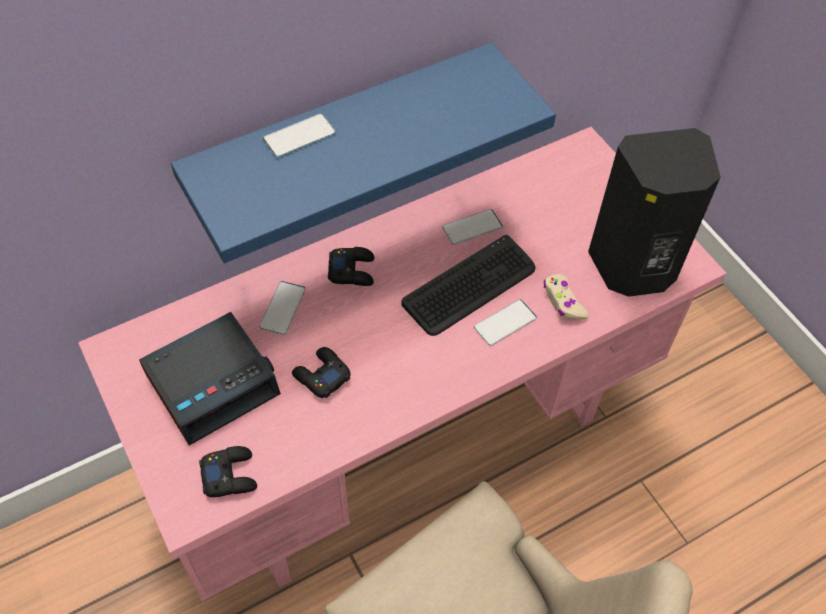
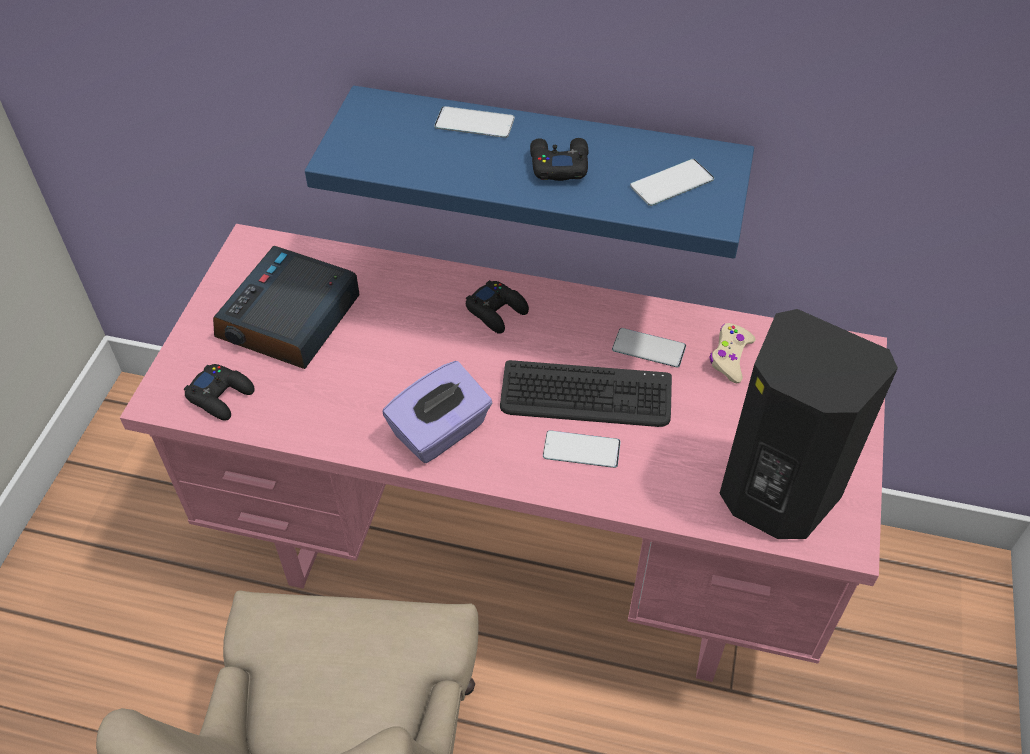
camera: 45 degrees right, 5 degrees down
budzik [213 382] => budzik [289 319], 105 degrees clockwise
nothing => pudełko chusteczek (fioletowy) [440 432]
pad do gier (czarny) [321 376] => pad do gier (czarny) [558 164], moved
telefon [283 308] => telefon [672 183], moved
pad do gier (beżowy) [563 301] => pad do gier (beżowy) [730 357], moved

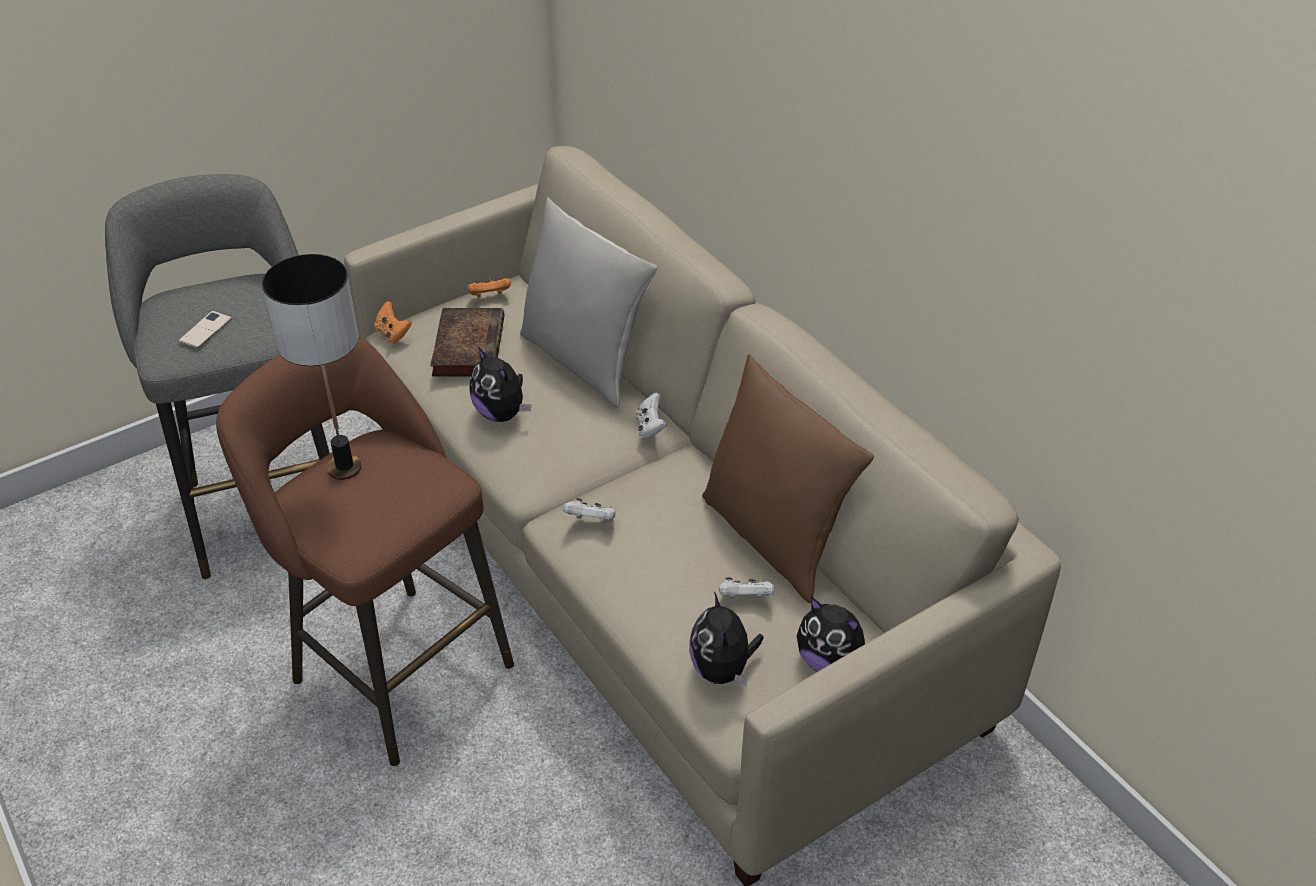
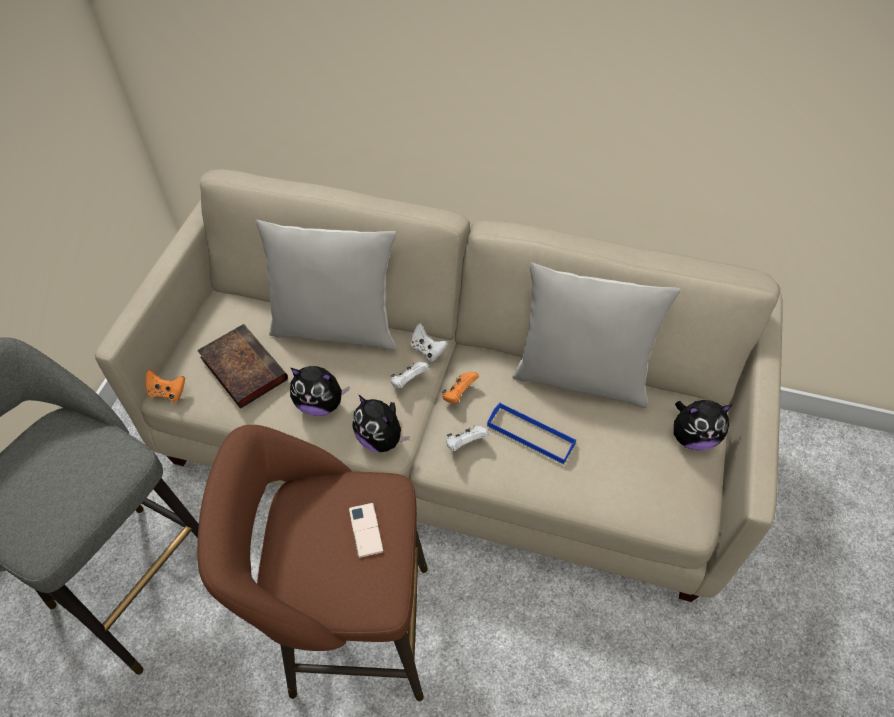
camera: 40 degrees left, 10 degrees up
telefon [205 330] => telefon [365 530], moved
pluszak [722 669] => pluszak [381 439], moved
pad do gier (biały) [745 598] => pad do gier (biały) [408 381], moved
pad do gier (pomarańczowy) [489 296] => pad do gier (pomarańczowy) [459 394], moved
nothing => taca (niebieski) [530 434]
poduszka (brązowy) [774 537] => poduszka (szary) [581 377]
lampa stołowa [345 468] => nothing

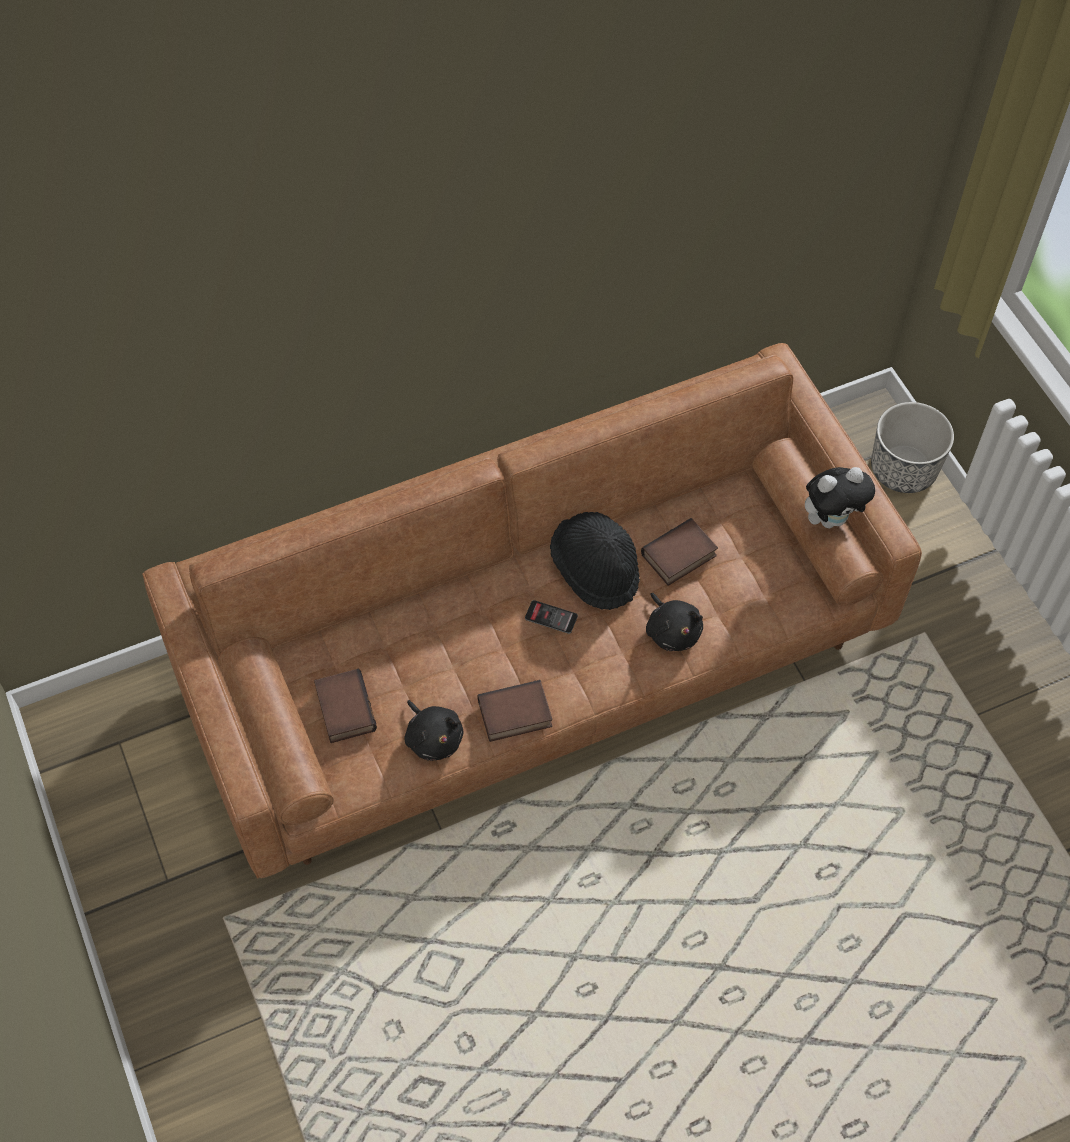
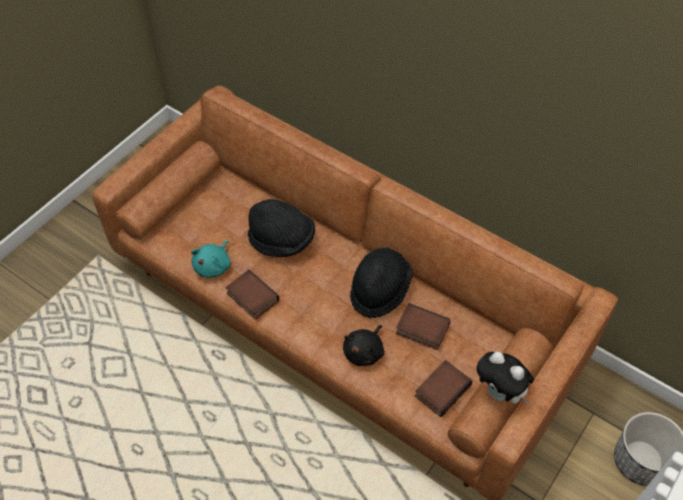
camera: 60 degrees right, 5 degrees down
pluszak (czarny) [433 738] => pluszak (turkusowy) [214 266]
nothing => kapelusz (czarny) [282 241]
książka [343 708] => książka [442 389], moved
telefon [551 617] => nothing

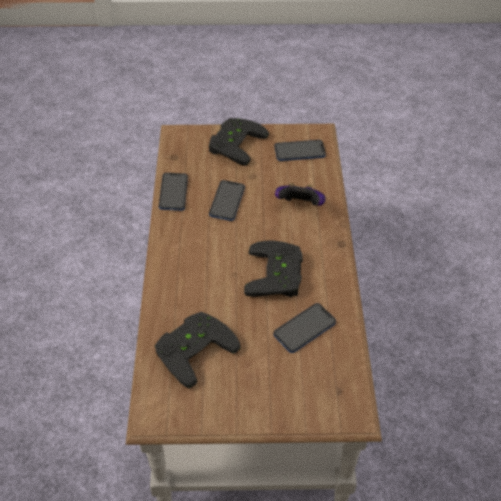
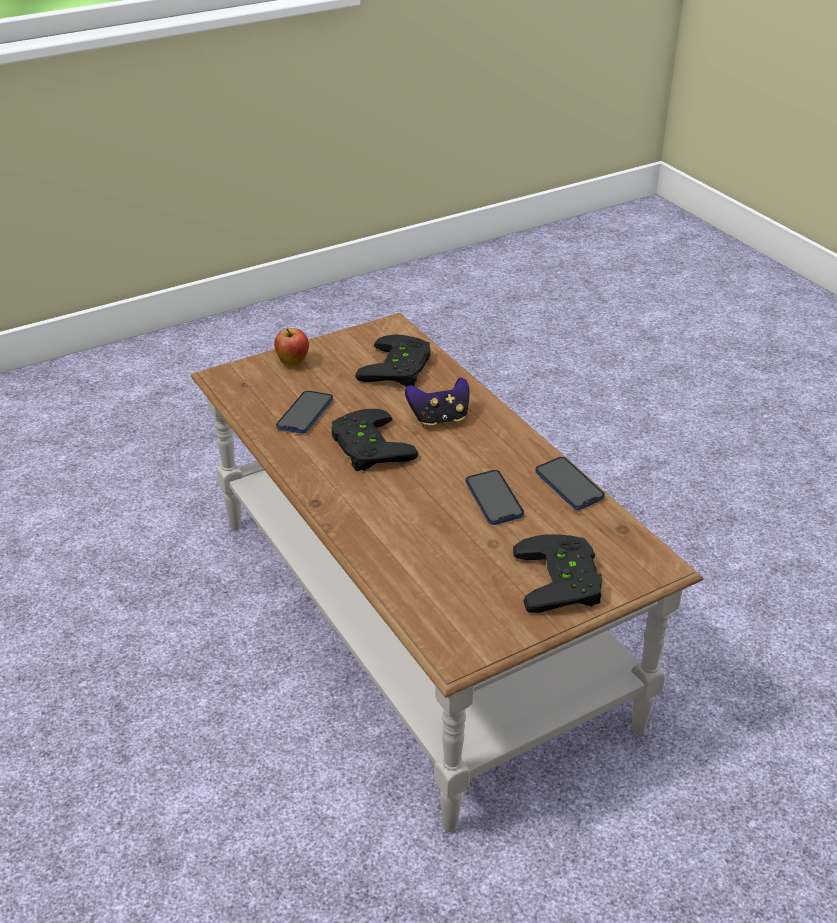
camera: 150 degrees right, 10 degrees down
nothing => jabłko [292 363]
pad do gier [300 206] => pad do gier [439 419], moved
telefon [299 152] => nothing

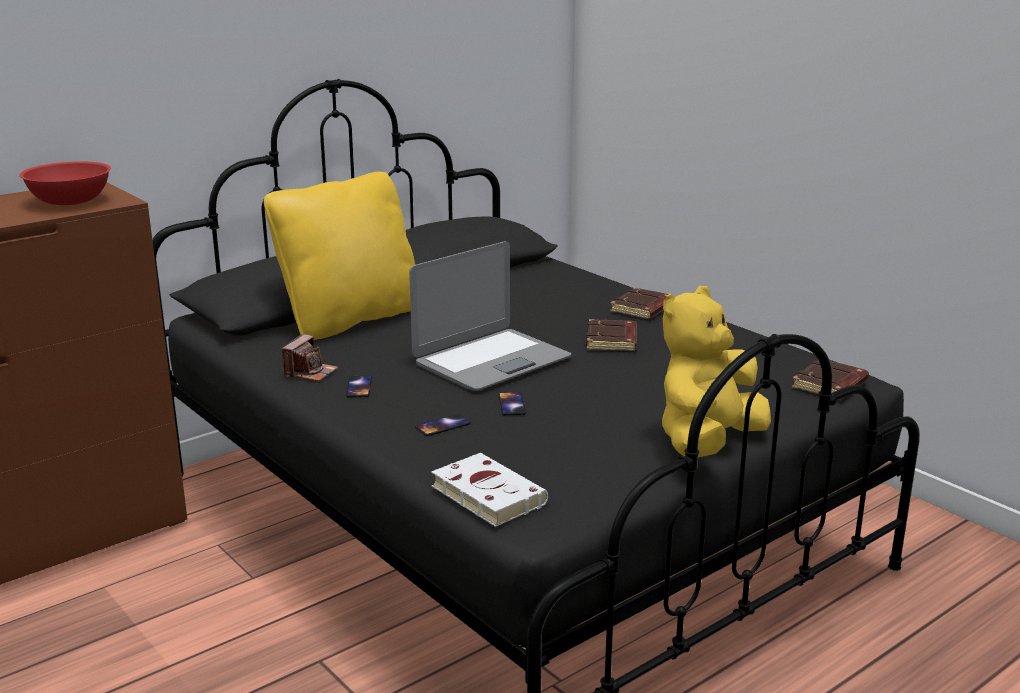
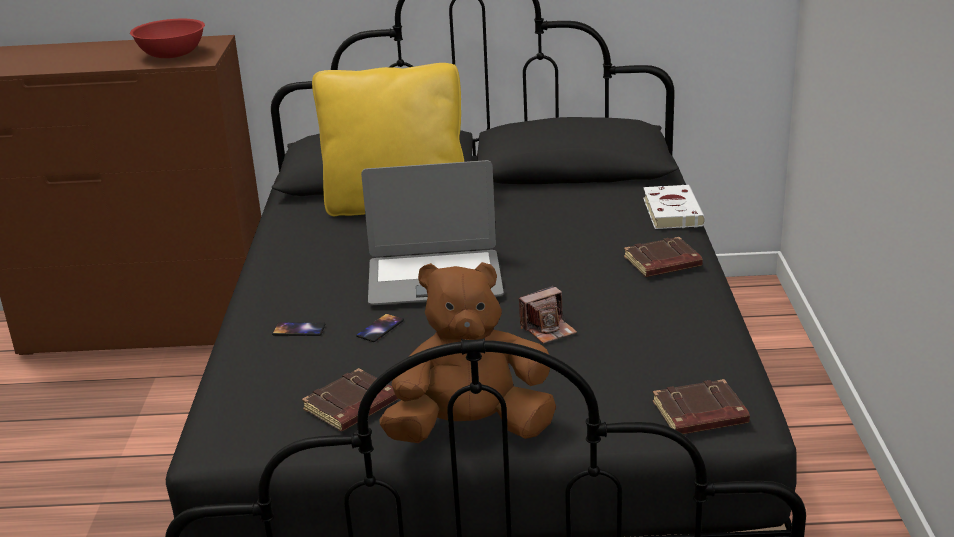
camera: 40 degrees right, 5 degrees up
książka (brązowy) [612 341] => książka (brązowy) [351 407], moved
pluszak (żółty) [707 442] => pluszak (brązowy) [471 429]
aparat fotograficzny [310 372] => aparat fotograficzny [548 329], moved
książka (biały) [485 494] => książka (biały) [671 211], moved
telefon [359 387] => nothing

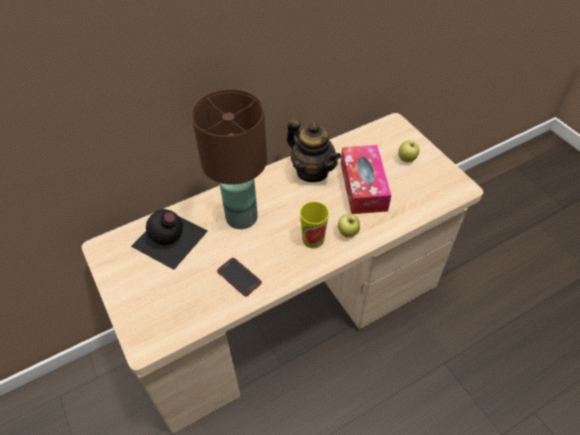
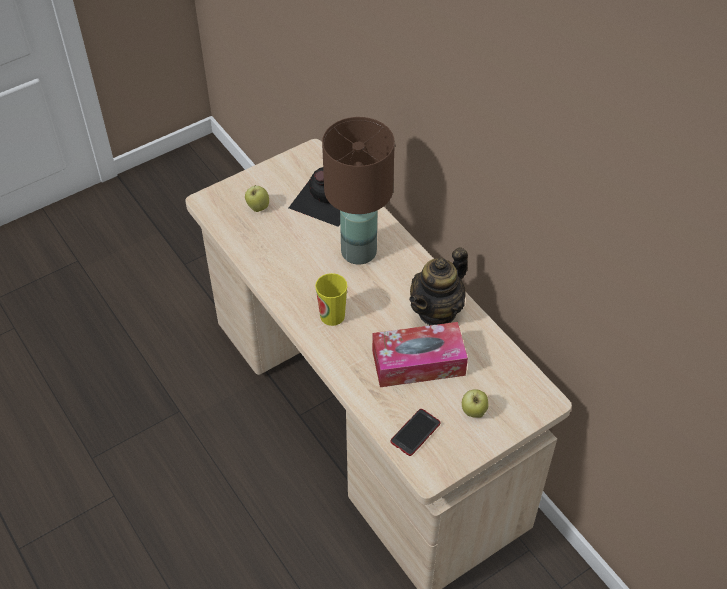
camera: 85 degrees right, 0 degrees up
jabłko [347 233] => jabłko [257 207], moved
telefon [239 277] => telefon [415 433], moved

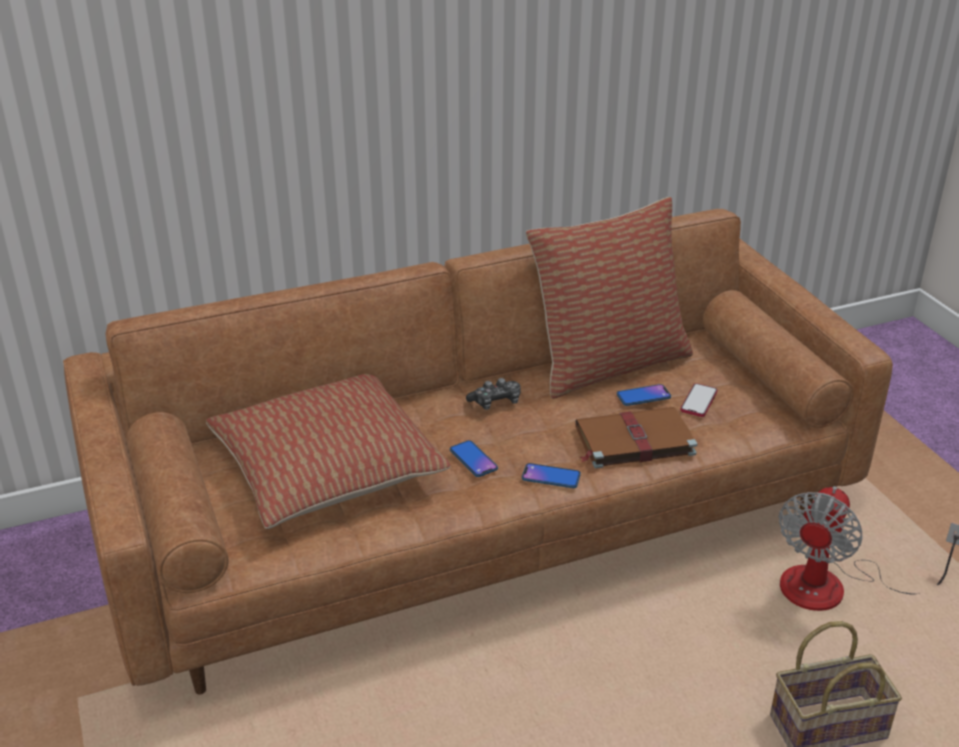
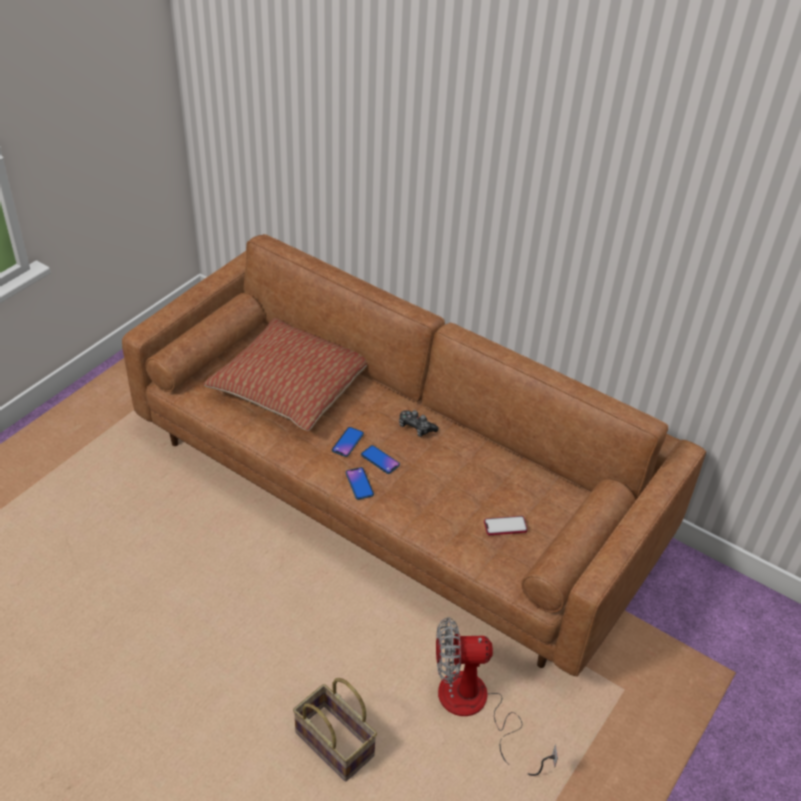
camera: 55 degrees right, 10 degrees up
telefon [643 396] => telefon [380 460], moved
poduszka [608 363] => nothing
książka (brązowy) [632 441] => nothing

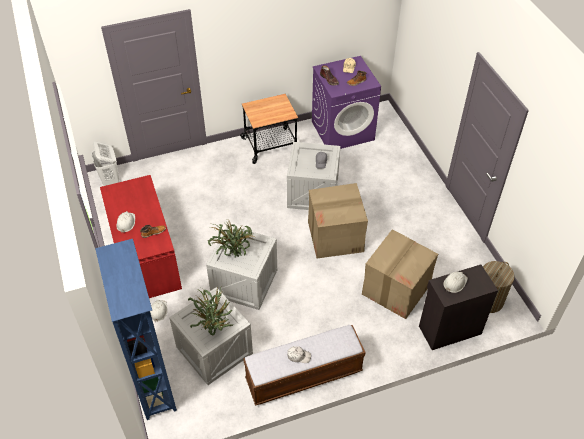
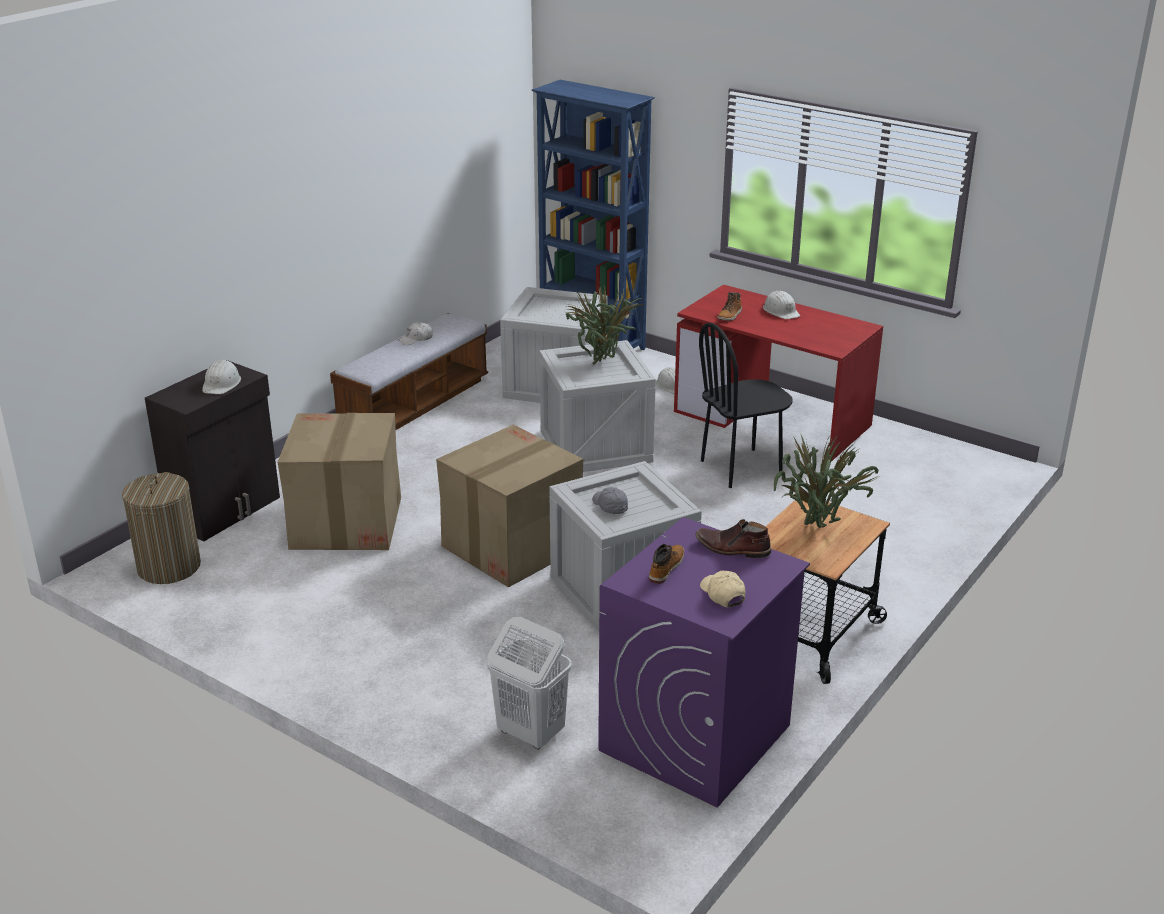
camera: 145 degrees right, 20 degrees down
kosz na pranie (biały) [110 180] => kosz na pranie (biały) [530 733], moved
nothing => krzesło (czarny) [741 467]
roślina doniczkowa [214 328] => roślina doniczkowa [817 531], moved

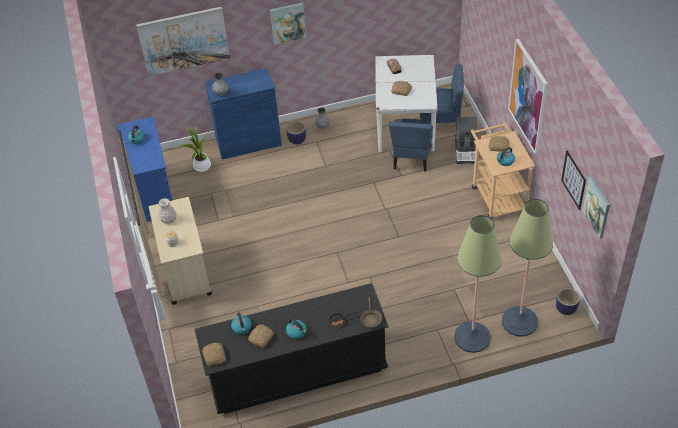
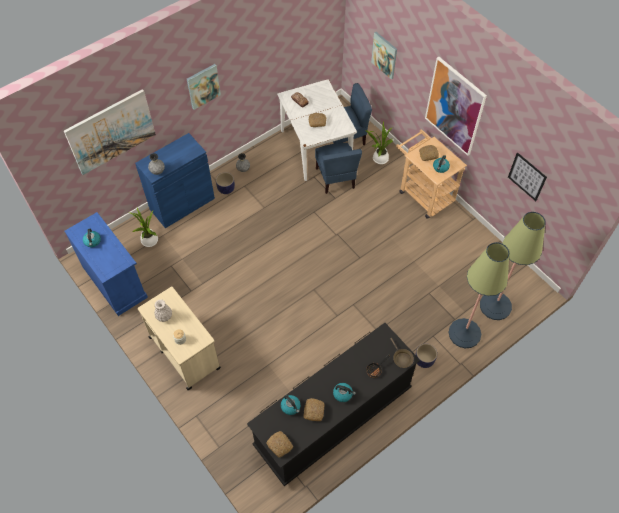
camera: 25 degrees left, 10 degrees up
ekspres do kawy [466 151] => roślina doniczkowa [379 159]
obraz [597 207] => obraz [384 55], moved
donica [566 308] => donica [424 360], moved

